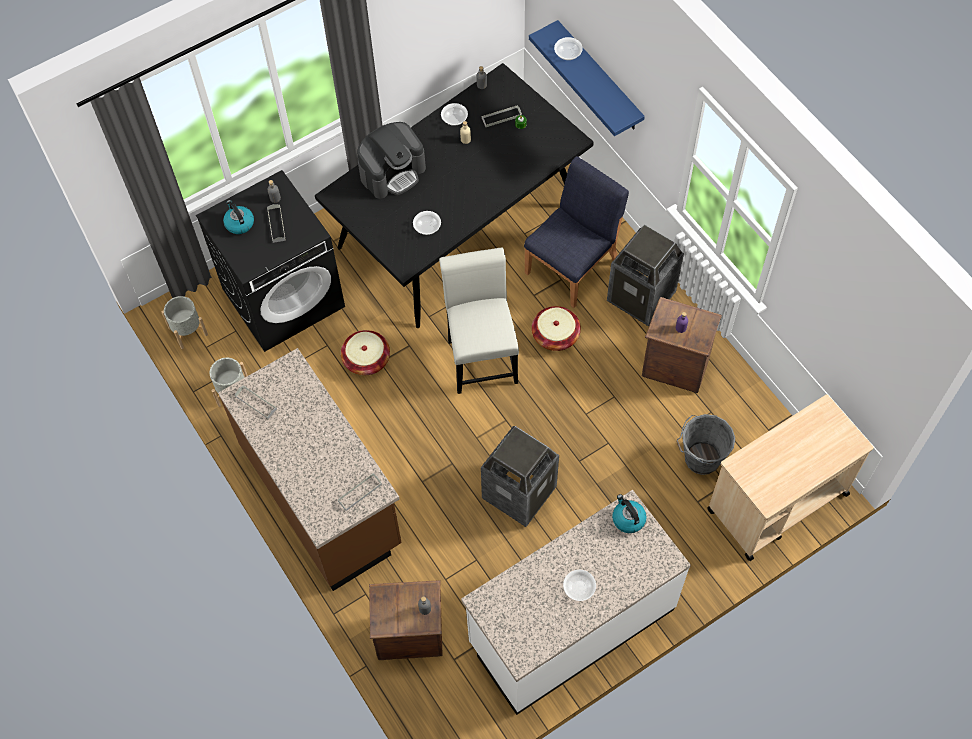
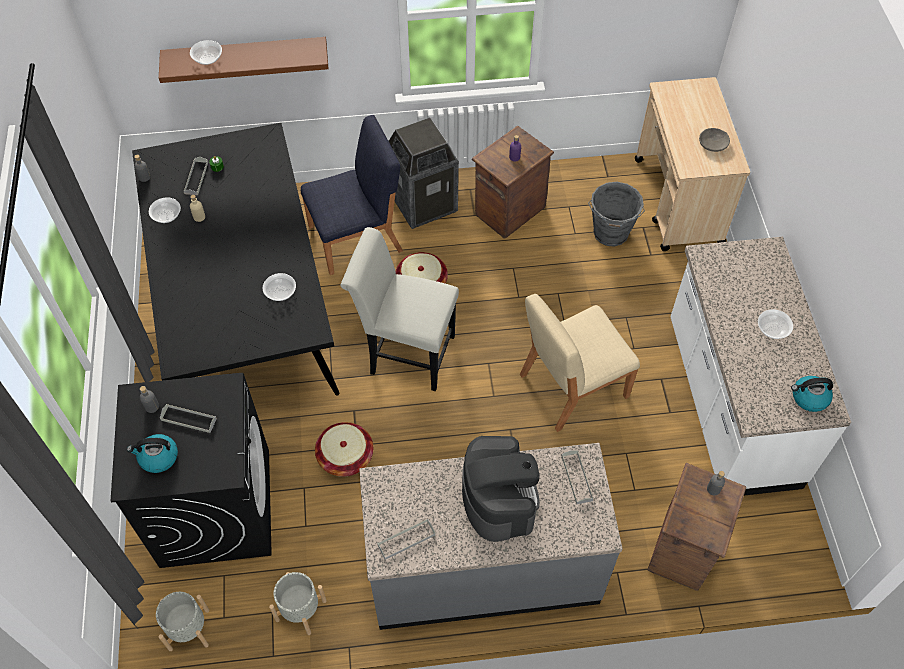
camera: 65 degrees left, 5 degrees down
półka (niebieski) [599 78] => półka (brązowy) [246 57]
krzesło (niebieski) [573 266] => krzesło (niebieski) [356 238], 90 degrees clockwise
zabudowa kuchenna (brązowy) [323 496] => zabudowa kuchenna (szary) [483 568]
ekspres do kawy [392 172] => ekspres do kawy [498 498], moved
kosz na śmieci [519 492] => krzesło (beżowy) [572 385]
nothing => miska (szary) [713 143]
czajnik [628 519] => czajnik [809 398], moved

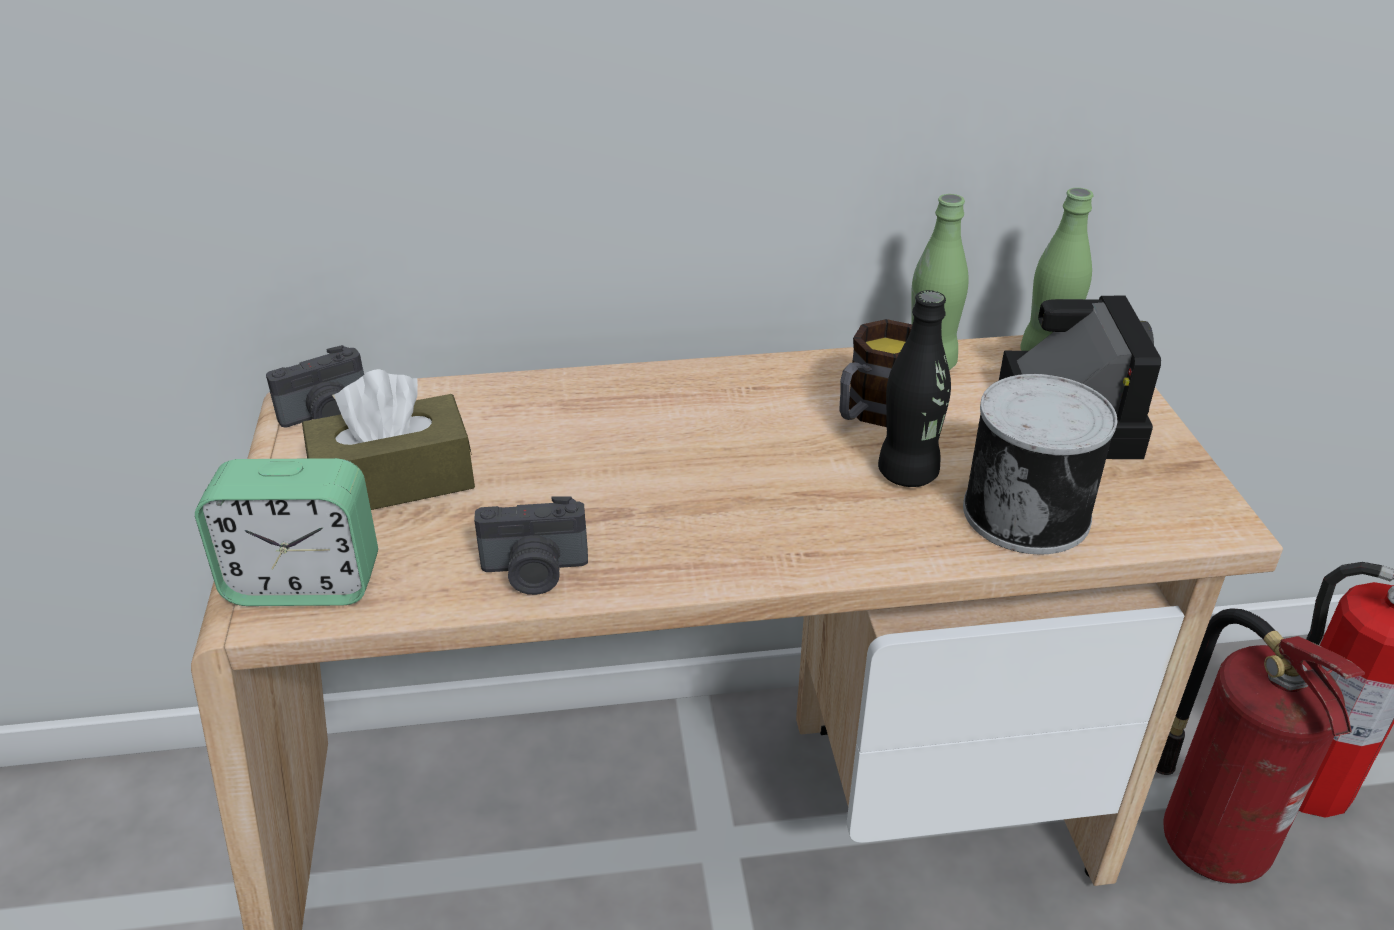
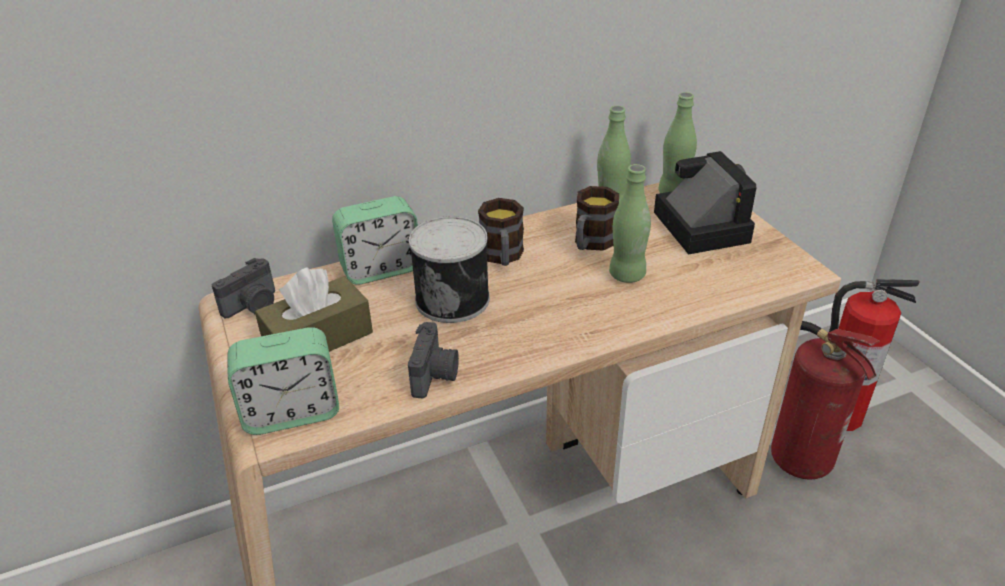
camera: 15 degrees left, 0 degrees up
nothing => budzik [381 269]
aparat fotograficzny [534 572] => aparat fotograficzny [435 375], 60 degrees counterclockwise
puszka [1028 512] => puszka [453 298], moved
nothing => kubek [502 257]
butelka (czarny) [907 473] => butelka (zielony) [627 275]

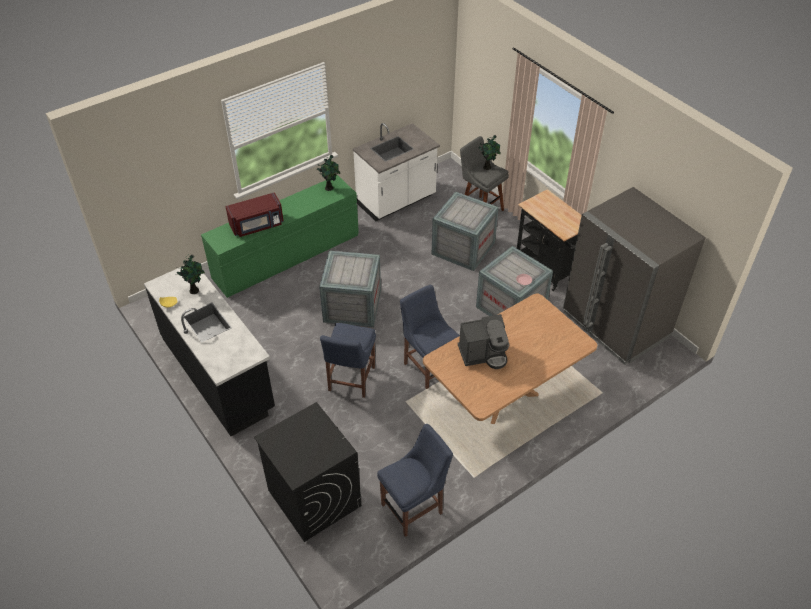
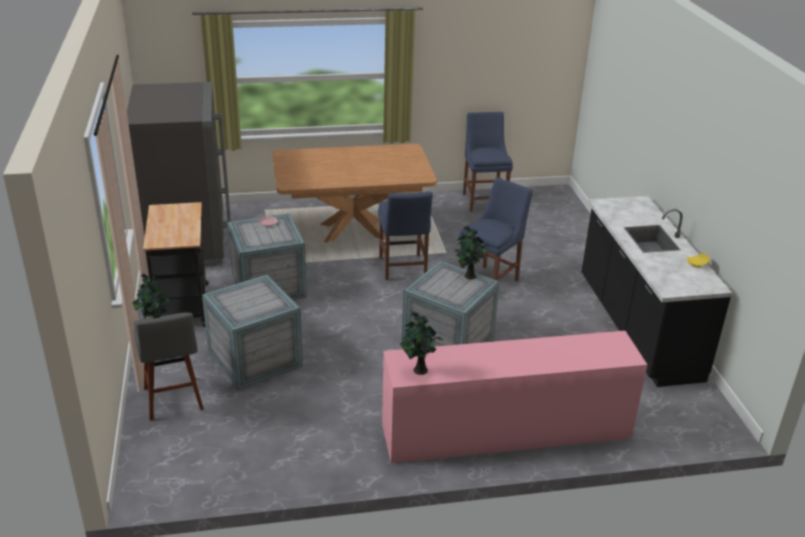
camera: 155 degrees left, 15 degrees down
komoda (zielony) [286 256] => komoda (różowy) [506 431]
roślina doniczkowa [194 290] => roślina doniczkowa [469 276], moved
krzesło (niebieski) [414 507] => krzesło (niebieski) [483 200], 90 degrees clockwise
mikrofalówka (czerwony) [257 225] => nothing
pralka (czarny) [314 497] => nothing
zabudowa kuchenna (biały) [396 201] => nothing
ekspres do kawy [483 354] => nothing

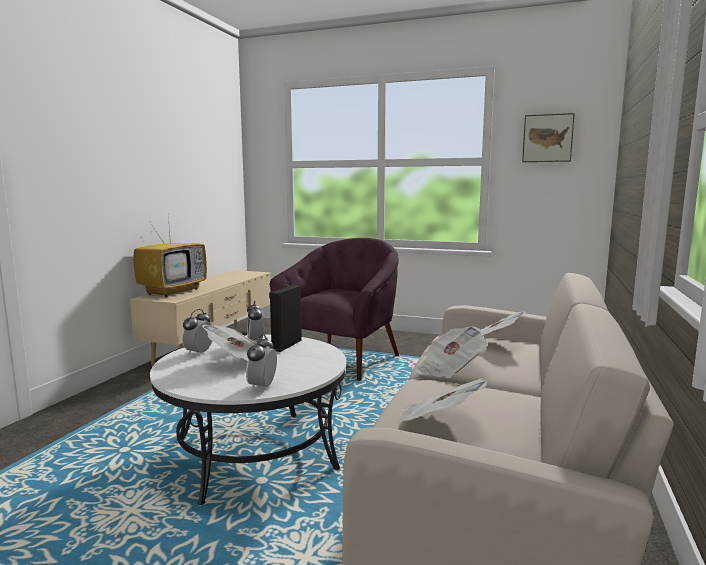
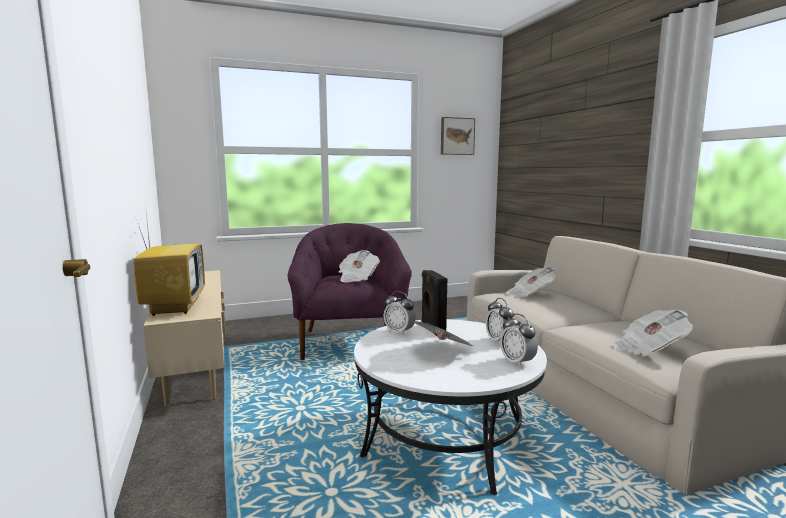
camera: 40 degrees left, 0 degrees up
gazeta [449 370] => gazeta [357 278], moved
budzik [199 352] => budzik [499 341], moved

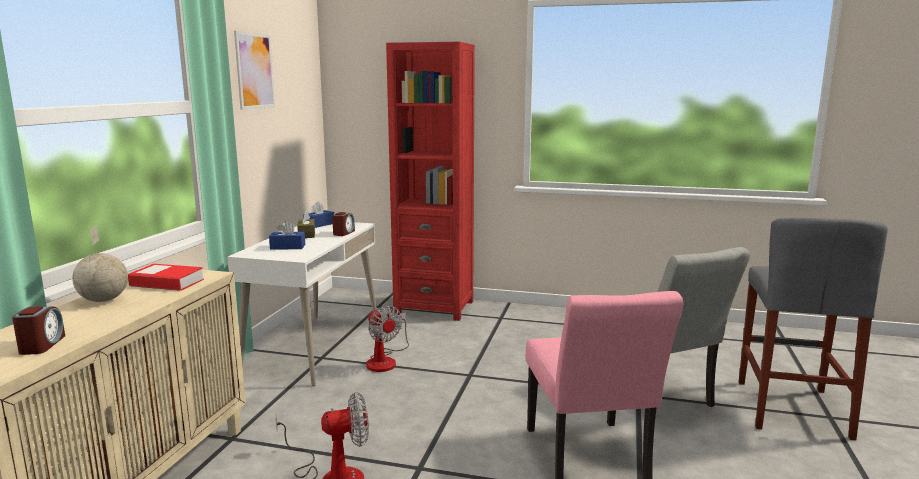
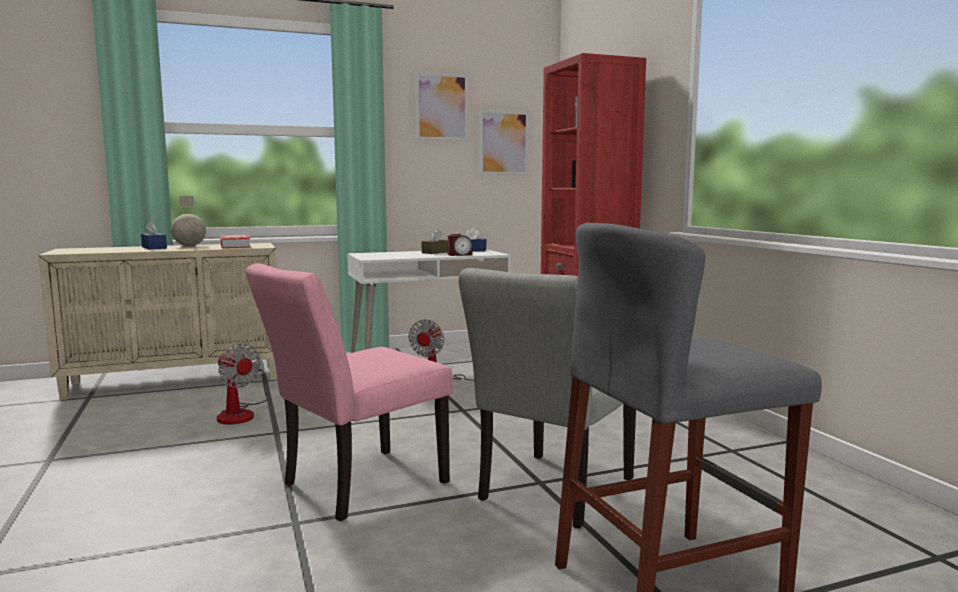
camera: 55 degrees right, 5 degrees down
pudełko chusteczek (niebieski) [287 247] => pudełko chusteczek (niebieski) [154 247], moved
nothing => obraz [504 143]
budzik [42 345] => nothing

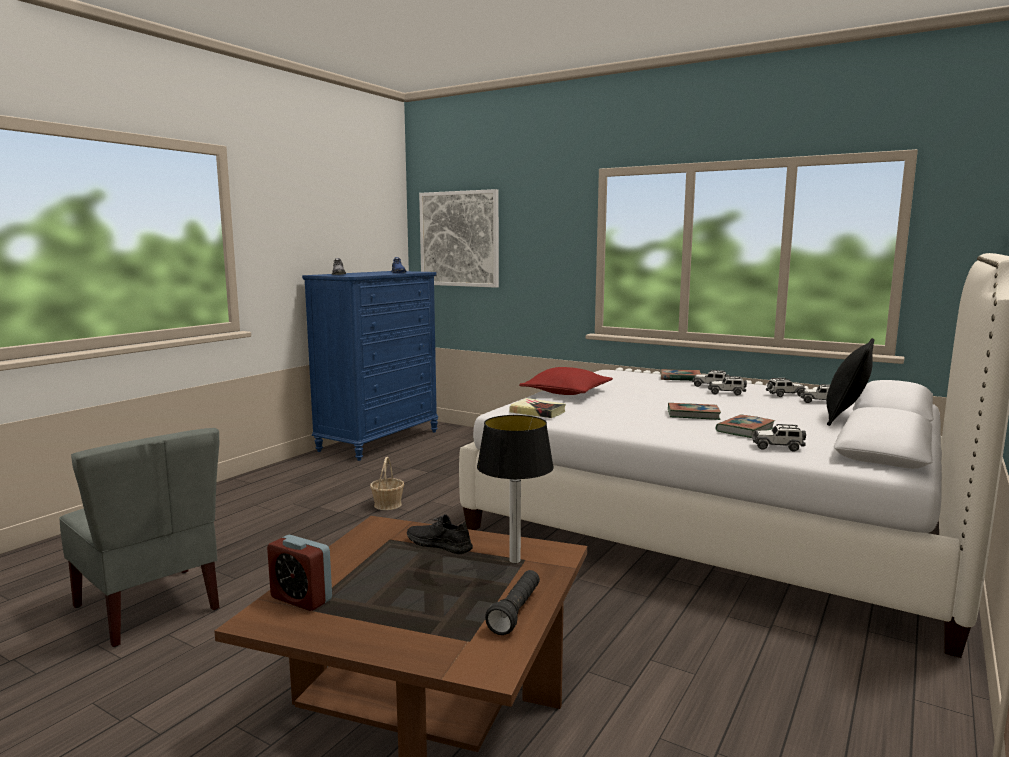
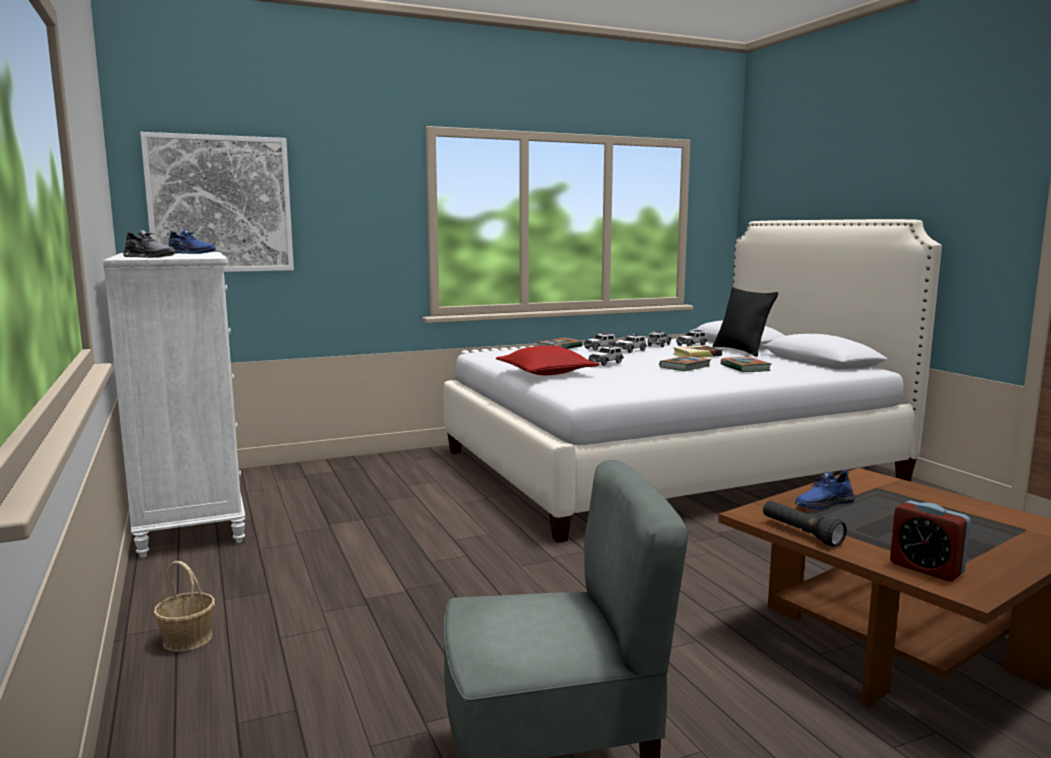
camera: 55 degrees left, 0 degrees up
komoda (niebieski) [379 441] => komoda (biały) [190 516]
koszyk [388 505] => koszyk [187 639], moved
samochodzik [777 447] => samochodzik [606 363], moved
książka [537 412] => książka [697 355], moved
latarka (czarny) [516 612] => latarka (czarny) [800 533], moved
but (czarny) [439 544] => but (niebieski) [823 504]
budzik [301 599] => budzik [926 569], 75 degrees clockwise
lampa stołowa [515 560] => nothing

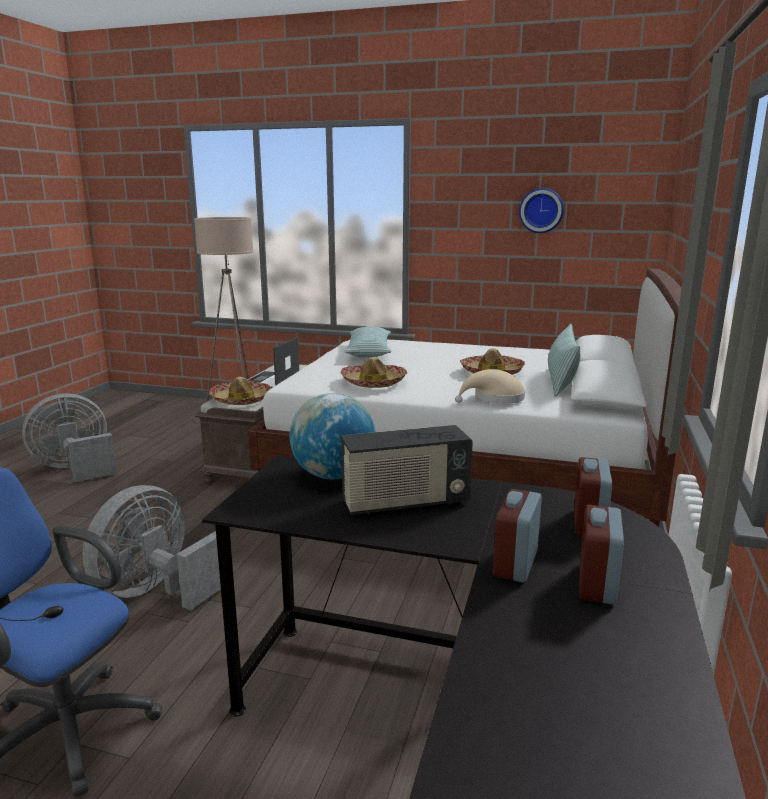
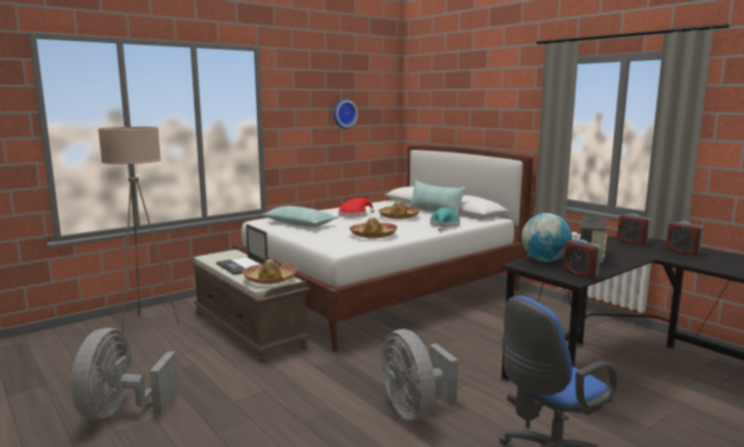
camera: 55 degrees left, 5 degrees down
nothing => kapelusz (czerwony) [354 215]
kapelusz (beżowy) [495 398] => kapelusz (turkusowy) [444 225]
budzik [515 564] => budzik [580 274], moved

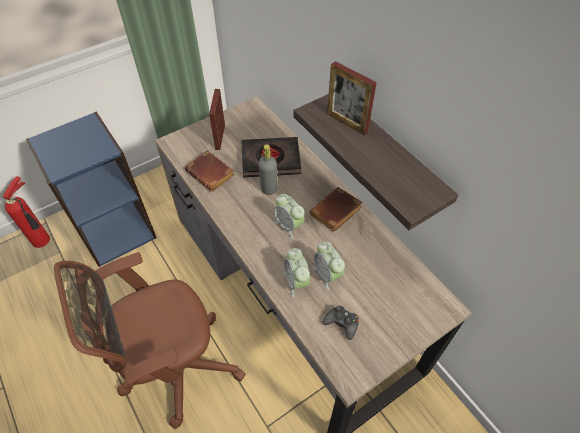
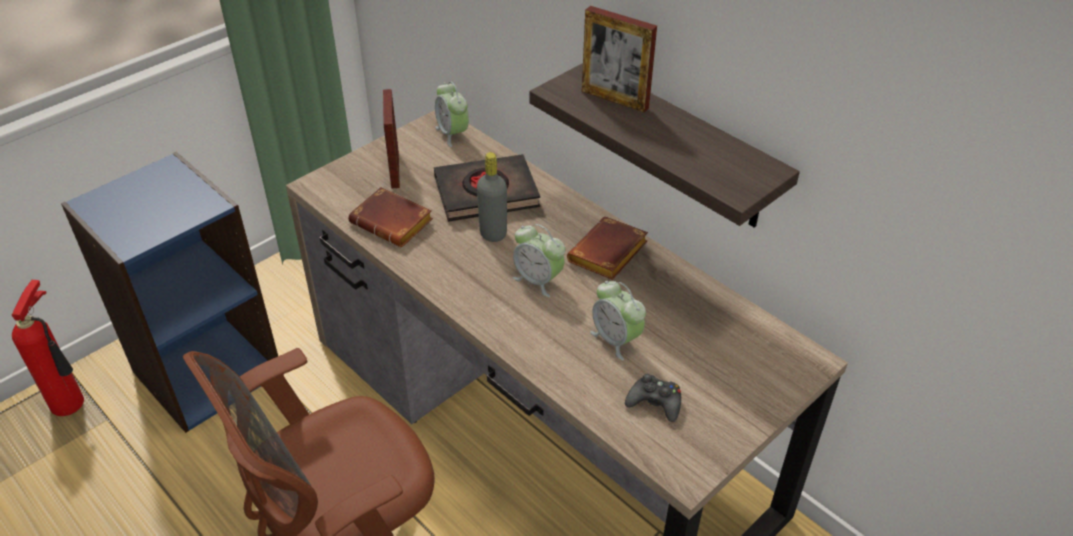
camera: 10 degrees left, 10 degrees down
budzik [296 282] => budzik [452 134], moved

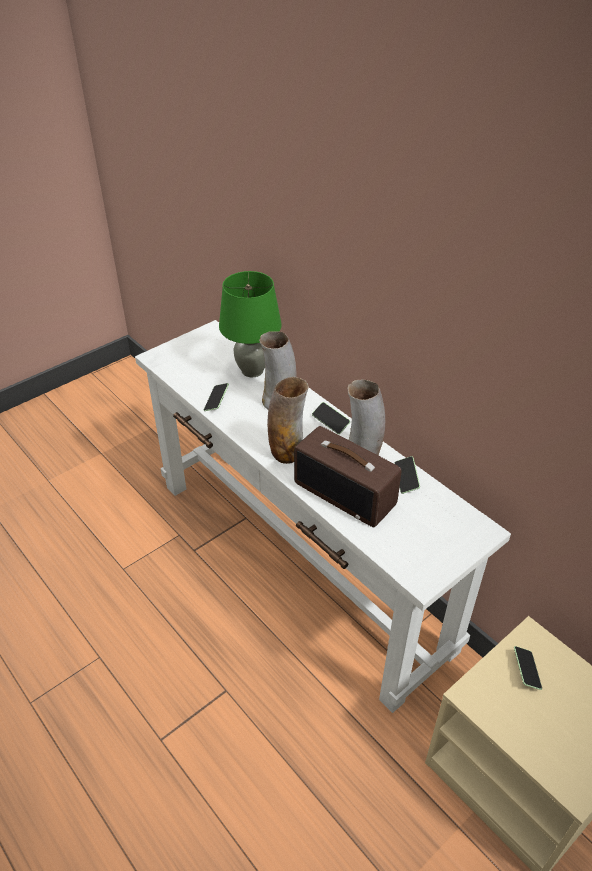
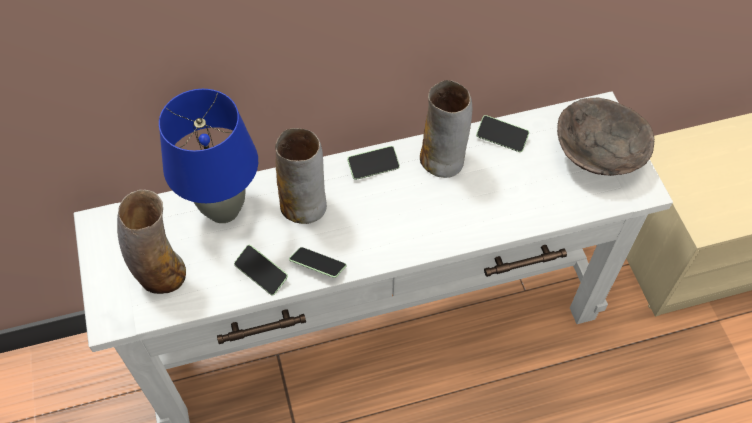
camera: 65 degrees left, 15 degrees up
wazon [287 451] => wazon [161 274], moved
lampa stołowa (zielony) [252 370] => lampa stołowa (niebieski) [223 210]
telefon [526 671] => telefon [318 266], moved
nothing => miska (brązowy) [596 155]
radio [346 493] => nothing

